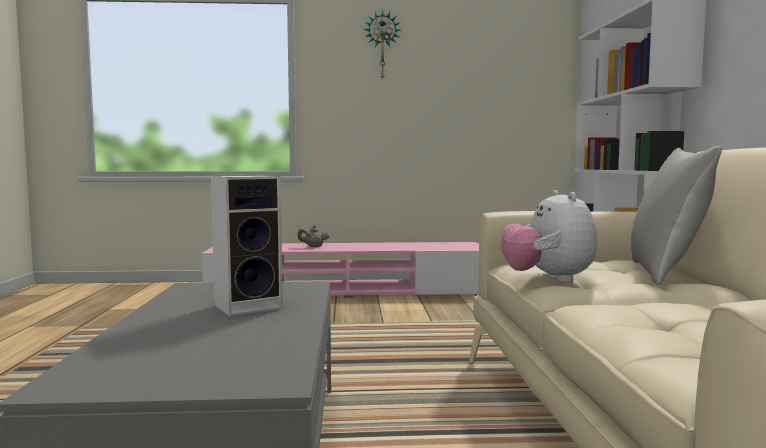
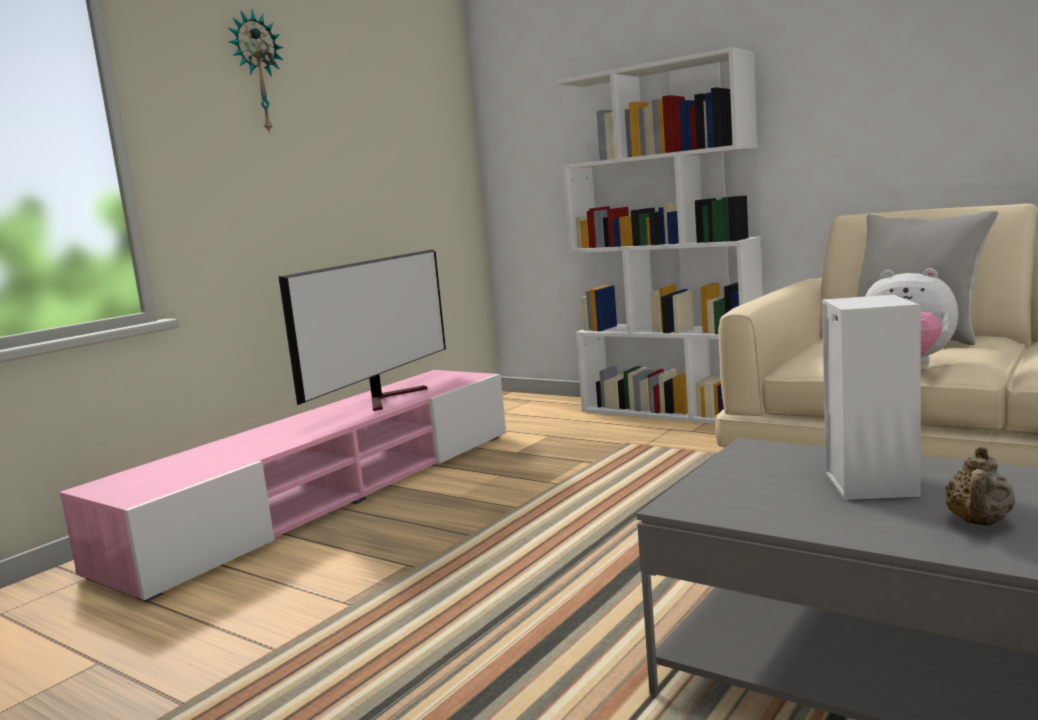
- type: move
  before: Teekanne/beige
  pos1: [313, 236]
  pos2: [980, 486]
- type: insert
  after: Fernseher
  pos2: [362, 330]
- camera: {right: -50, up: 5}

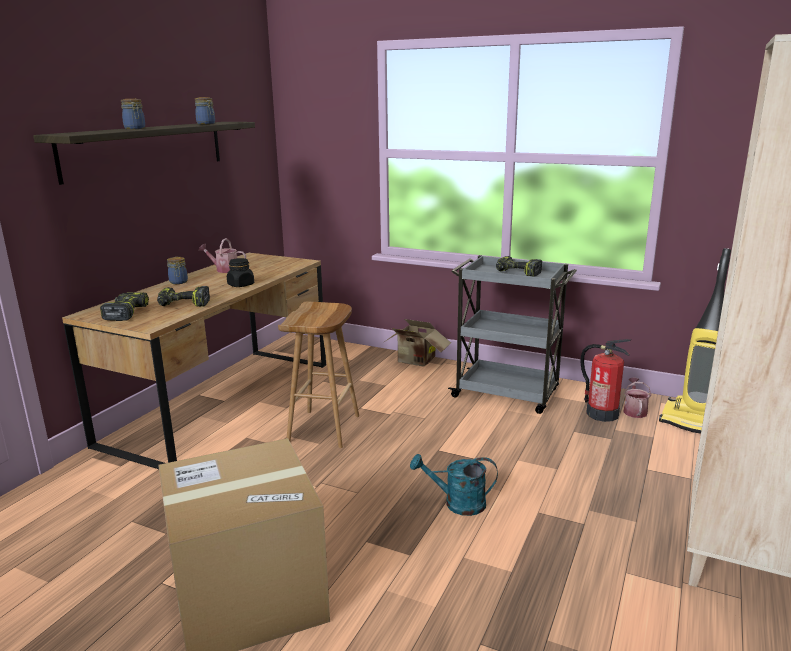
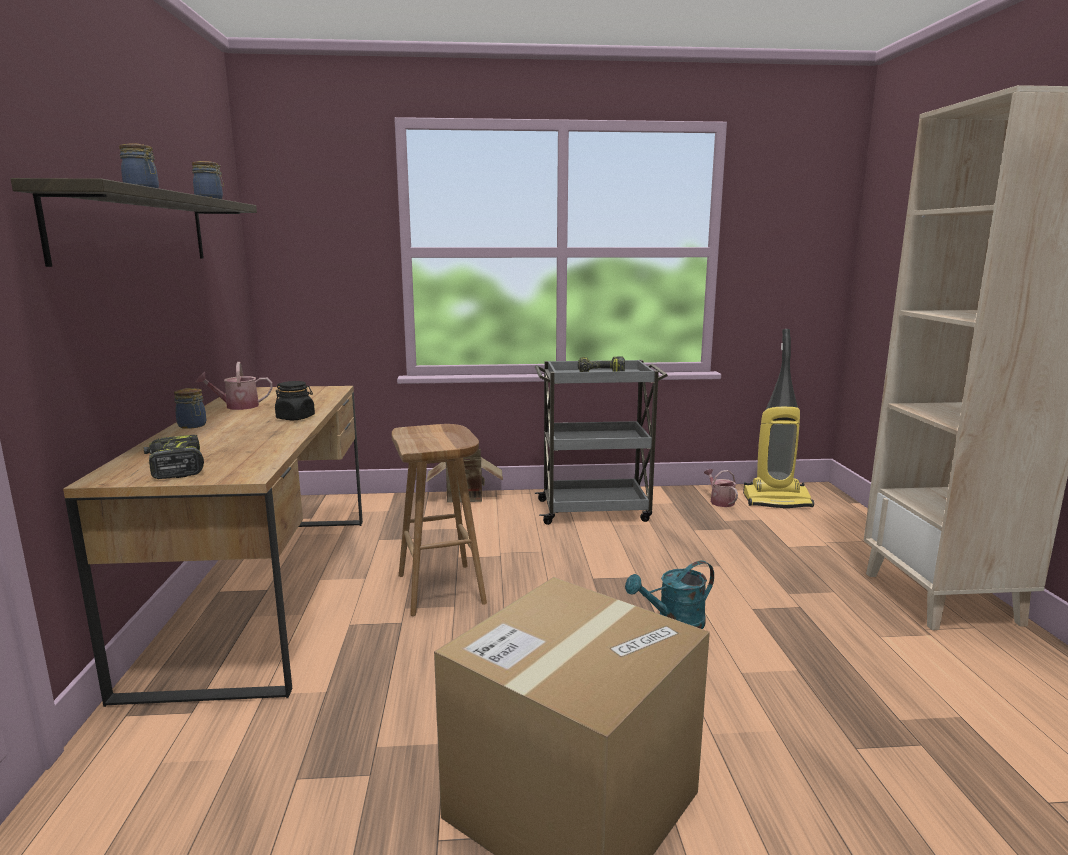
- type: delete
  before: Bohrmaschine
  pos1: [183, 296]
- type: delete
  before: Feuerlöscher
  pos1: [606, 380]
- camera: {right: -30, up: -5}

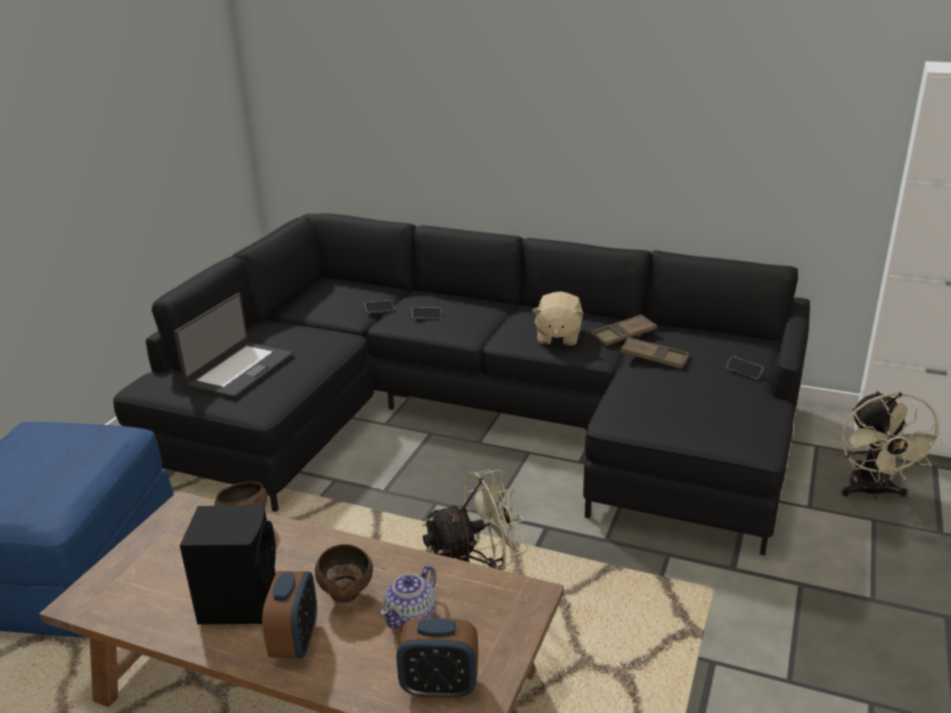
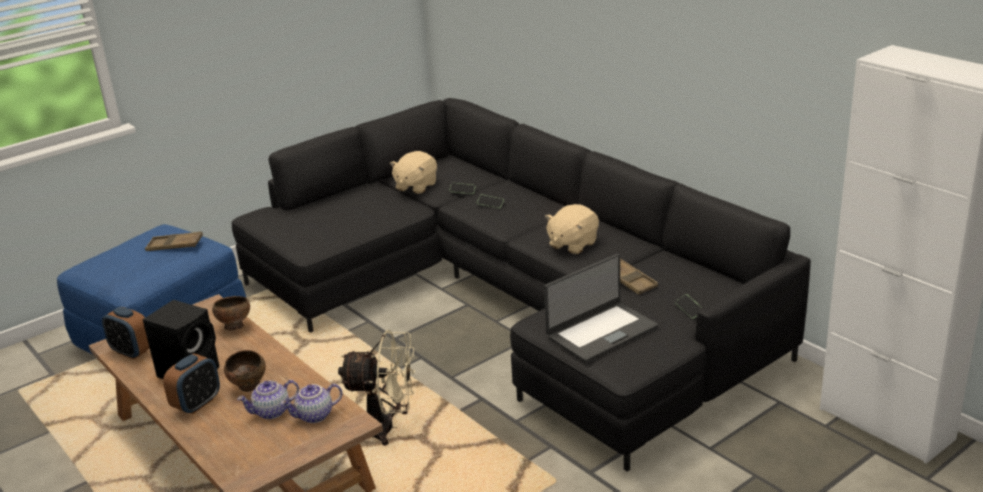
- type: move
  before: Laptop
  pos1: [233, 345]
  pos2: [601, 308]
- type: move
  before: Tablett/braun
  pos1: [624, 330]
  pos2: [174, 241]
- type: delete
  before: Ventilator/beige
  pos1: [893, 445]
- type: move
  before: Wecker
  pos1: [437, 658]
  pos2: [126, 333]
- type: insert
  after: Plüschtier/beige
  pos2: [413, 172]
- type: insert
  after: Teekanne
  pos2: [311, 403]
- camera: {right: 30, up: 0}

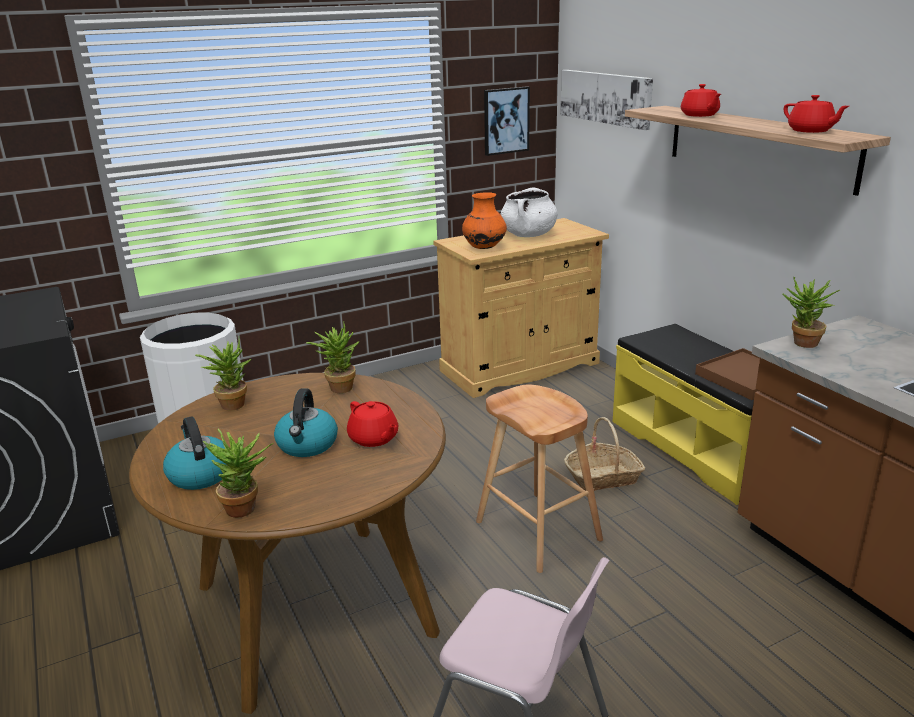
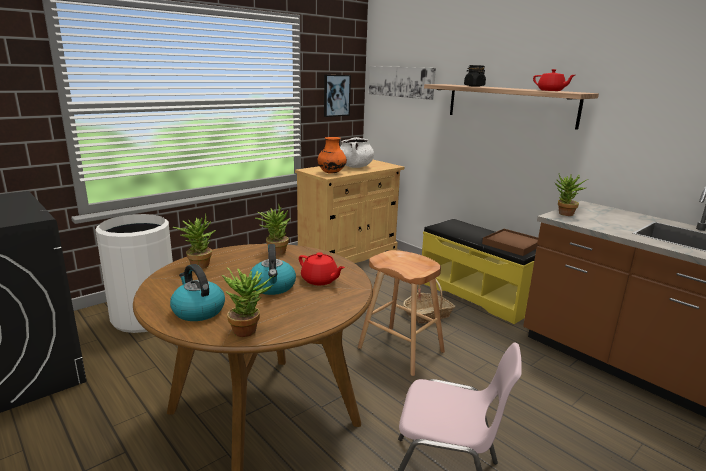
- type: replace
  before: Teekanne/rot
  after: Vorratsglas/schwarz
  pos1: [701, 100]
  pos2: [475, 76]
- camera: {right: -15, up: -5}

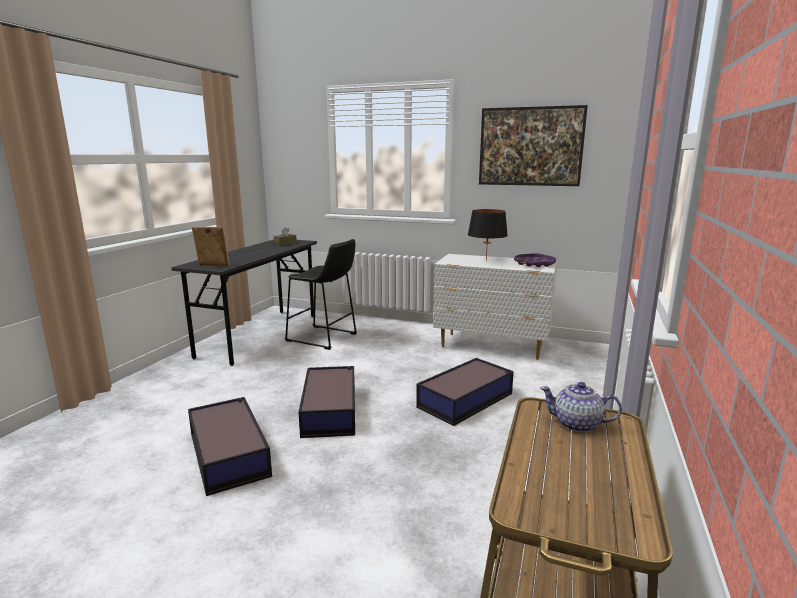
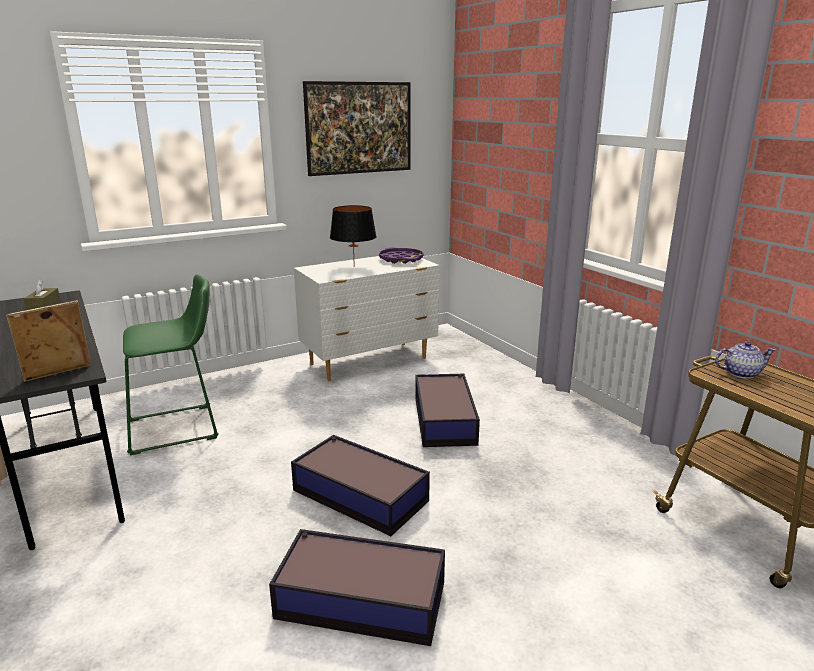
- type: recolor
  before: Hocker/schwarz
  after: Hocker/grün
  pos1: [321, 294]
  pos2: [171, 364]
- type: rotate
  before: Teekanne
  pos1: [581, 407]
  pos2: [745, 360]
  turn: -150
- camera: {right: -50, up: 5}

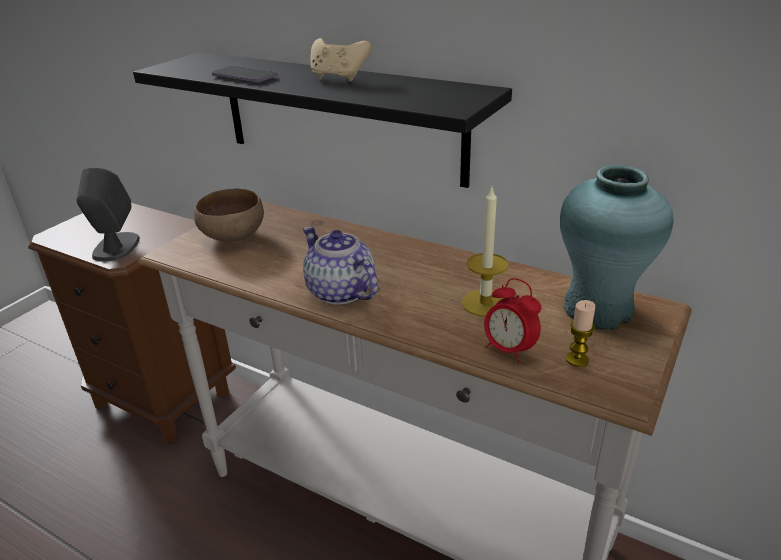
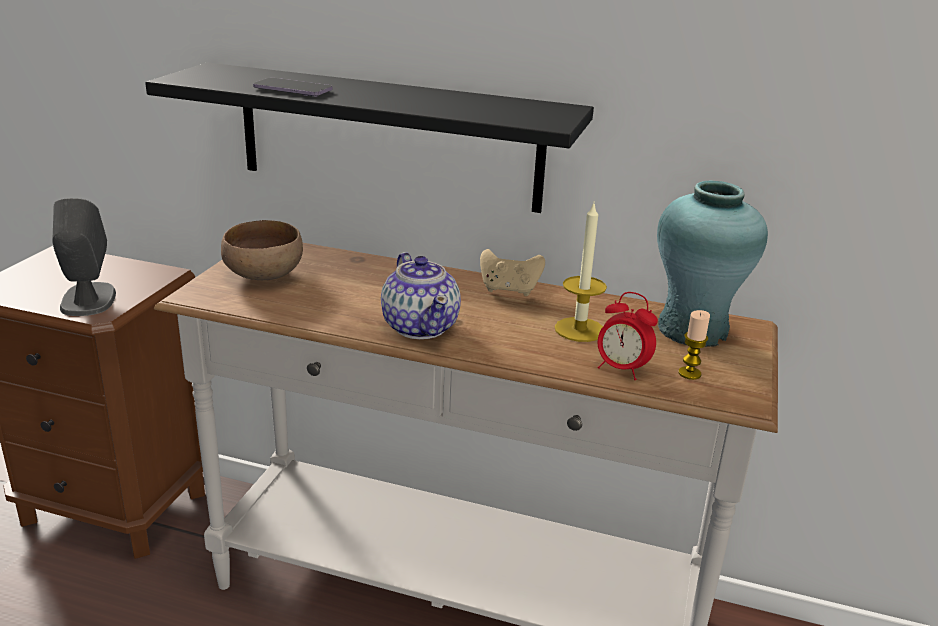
- type: move
  before: Gamepad/beige
  pos1: [341, 60]
  pos2: [512, 272]
- type: rotate
  before: Teekanne
  pos1: [340, 265]
  pos2: [421, 295]
  turn: -150
- camera: {right: -15, up: -5}

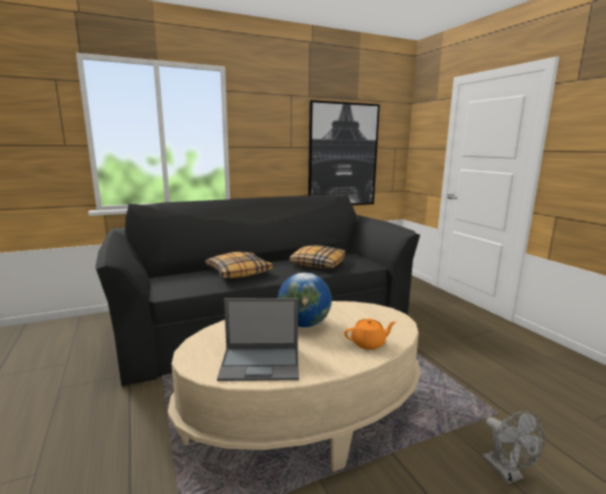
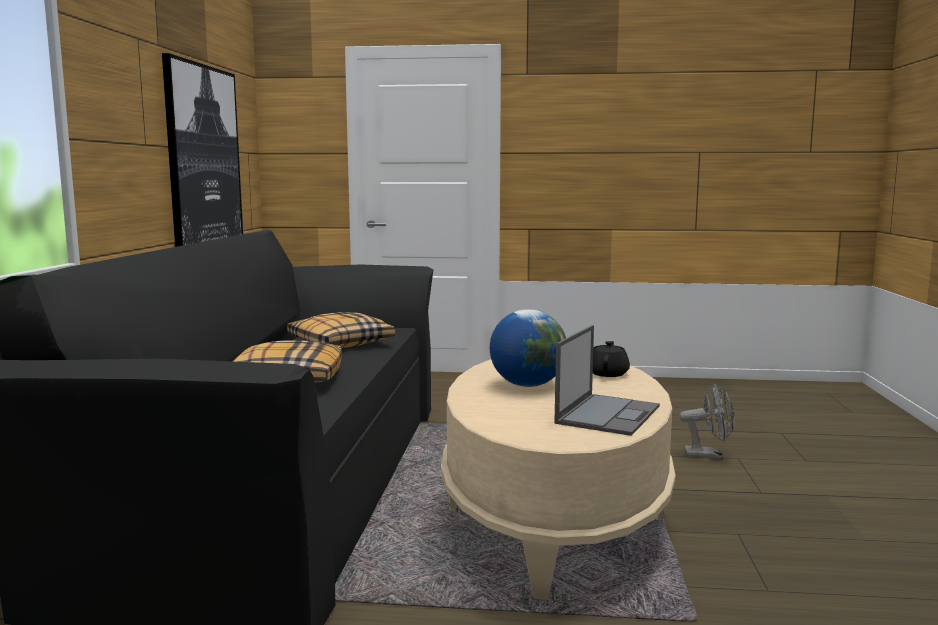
- type: recolor
  before: Teekanne/orange
  after: Teekanne/schwarz
  pos1: [370, 334]
  pos2: [611, 359]
- camera: {right: -60, up: -5}

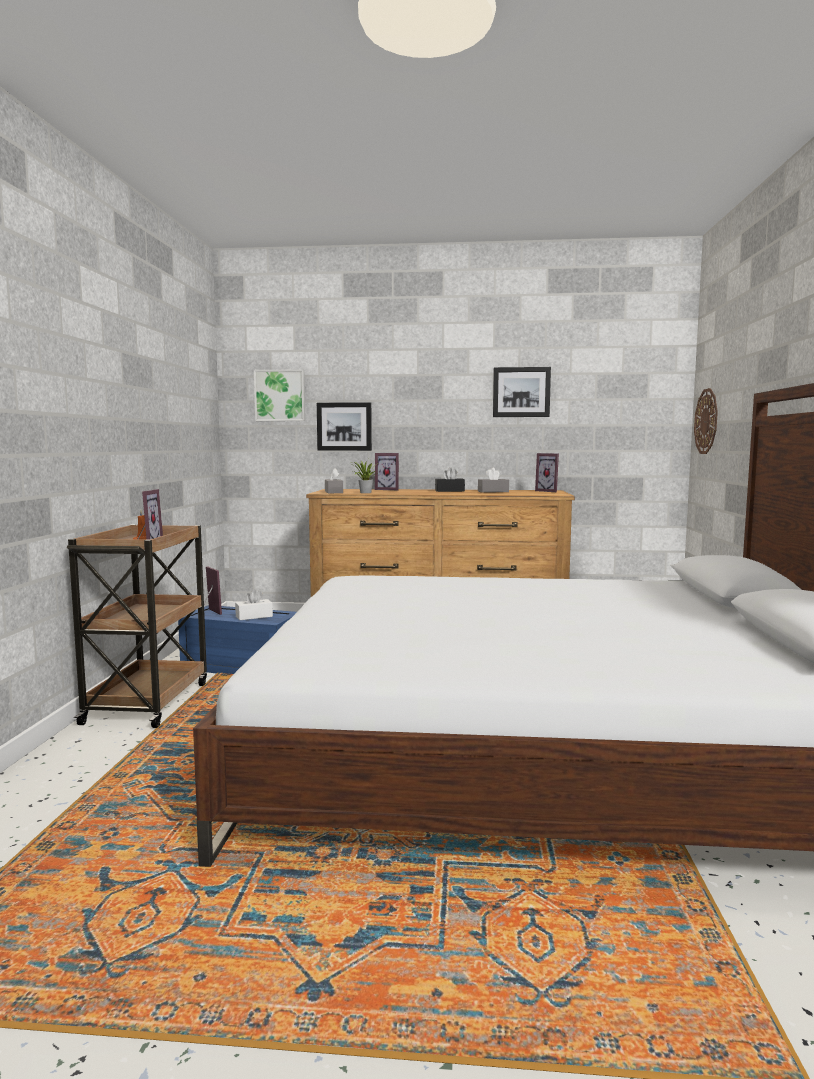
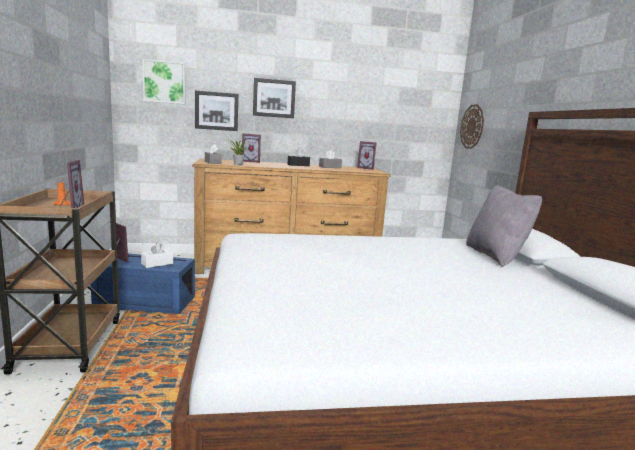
- type: move
  before: Bild
  pos1: [522, 392]
  pos2: [274, 98]
- type: insert
  after: Kissen/grau
  pos2: [504, 226]
- camera: {right: -15, up: 5}

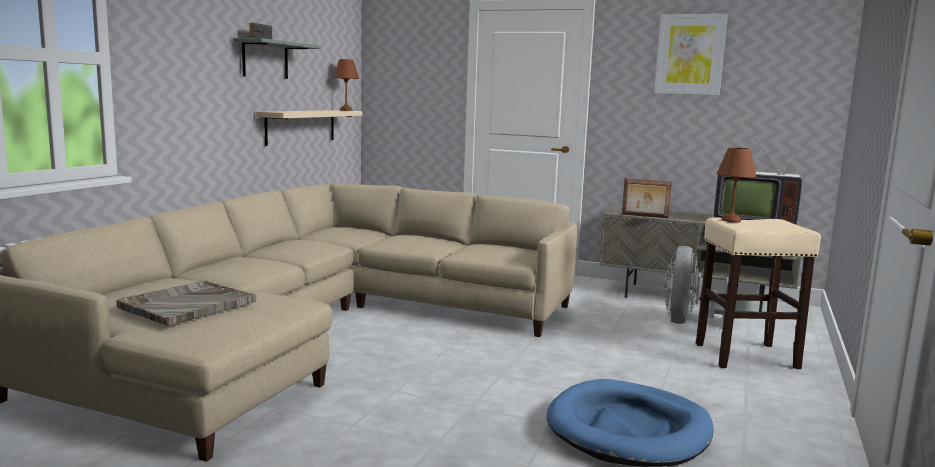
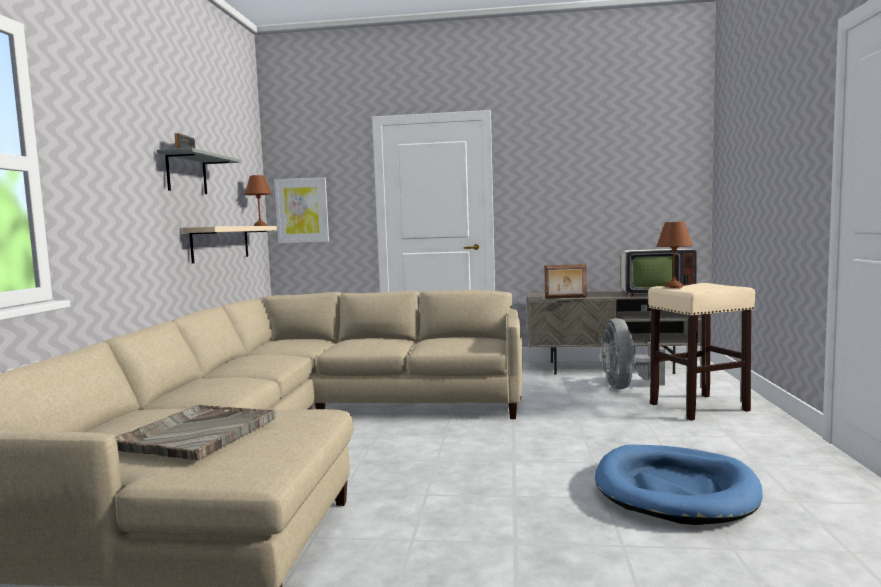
- type: move
  before: Bild
  pos1: [691, 54]
  pos2: [301, 210]
- camera: {right: -15, up: -5}

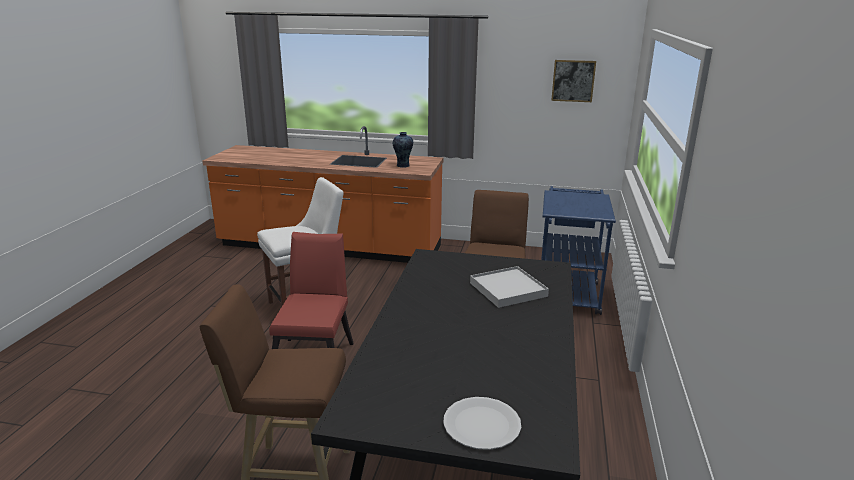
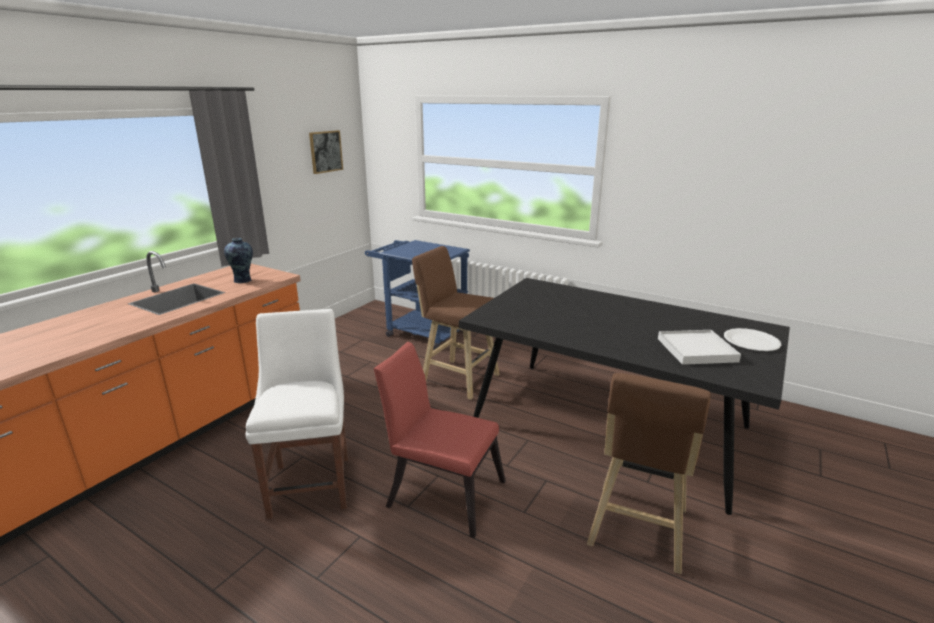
- type: move
  before: Tablett/weiß
  pos1: [509, 287]
  pos2: [699, 347]
- camera: {right: -70, up: 0}

